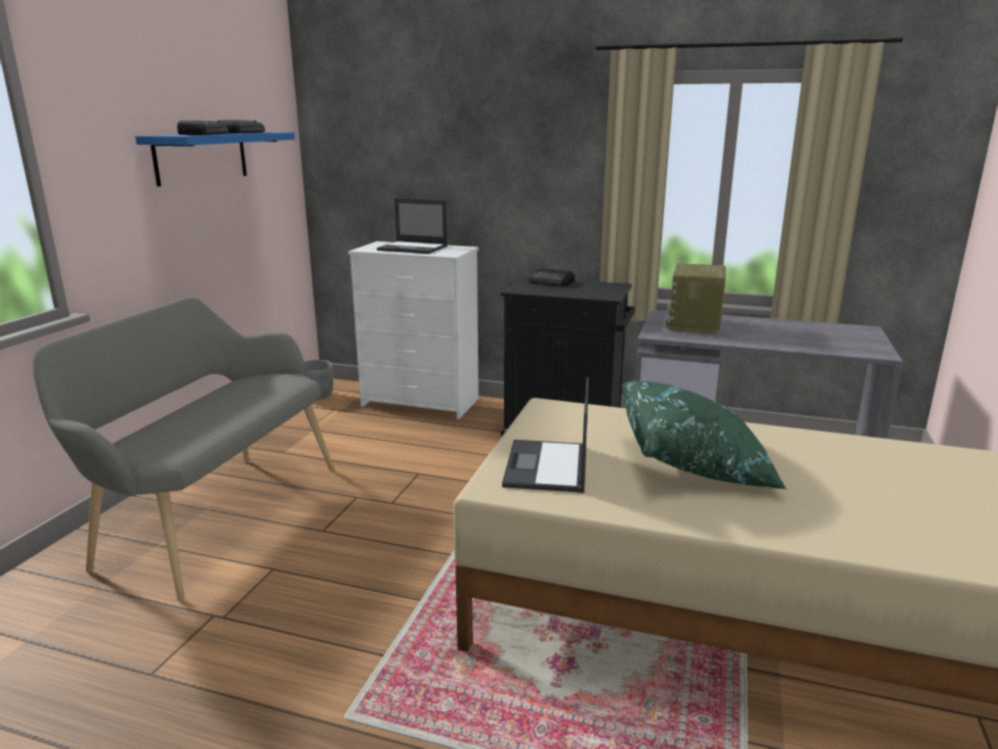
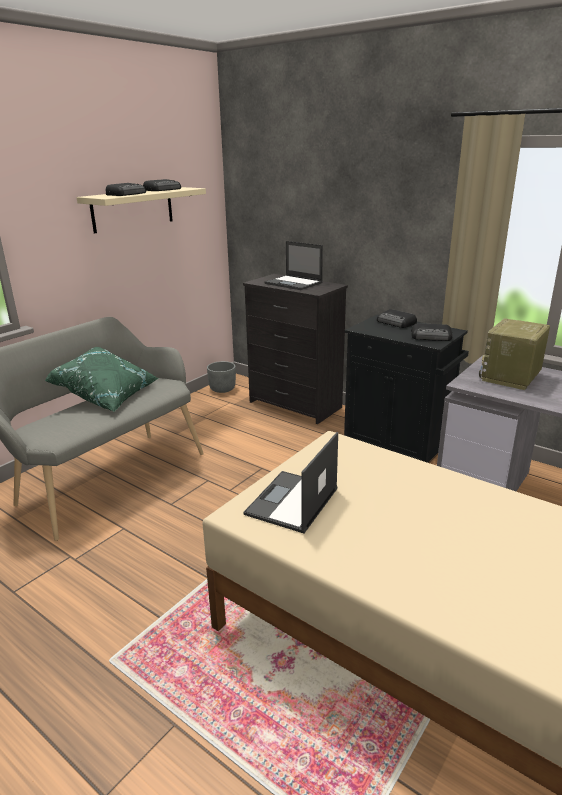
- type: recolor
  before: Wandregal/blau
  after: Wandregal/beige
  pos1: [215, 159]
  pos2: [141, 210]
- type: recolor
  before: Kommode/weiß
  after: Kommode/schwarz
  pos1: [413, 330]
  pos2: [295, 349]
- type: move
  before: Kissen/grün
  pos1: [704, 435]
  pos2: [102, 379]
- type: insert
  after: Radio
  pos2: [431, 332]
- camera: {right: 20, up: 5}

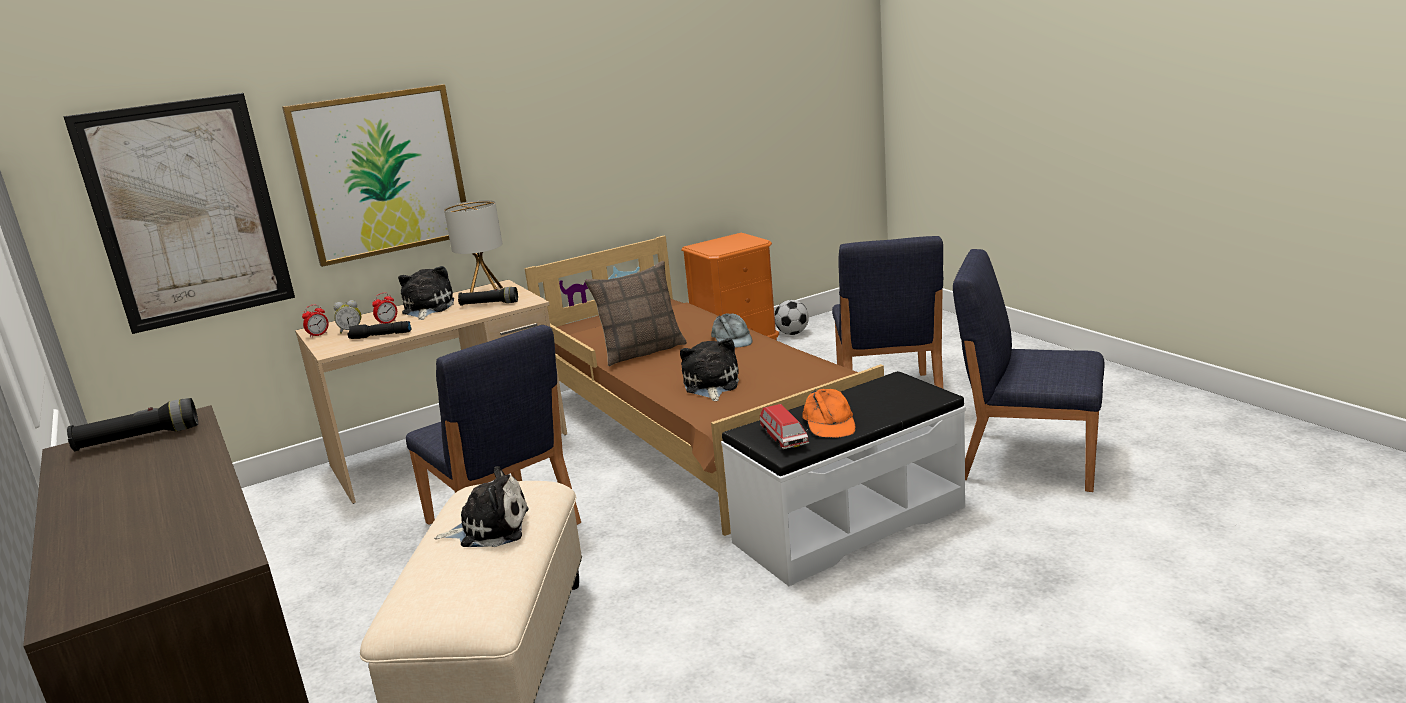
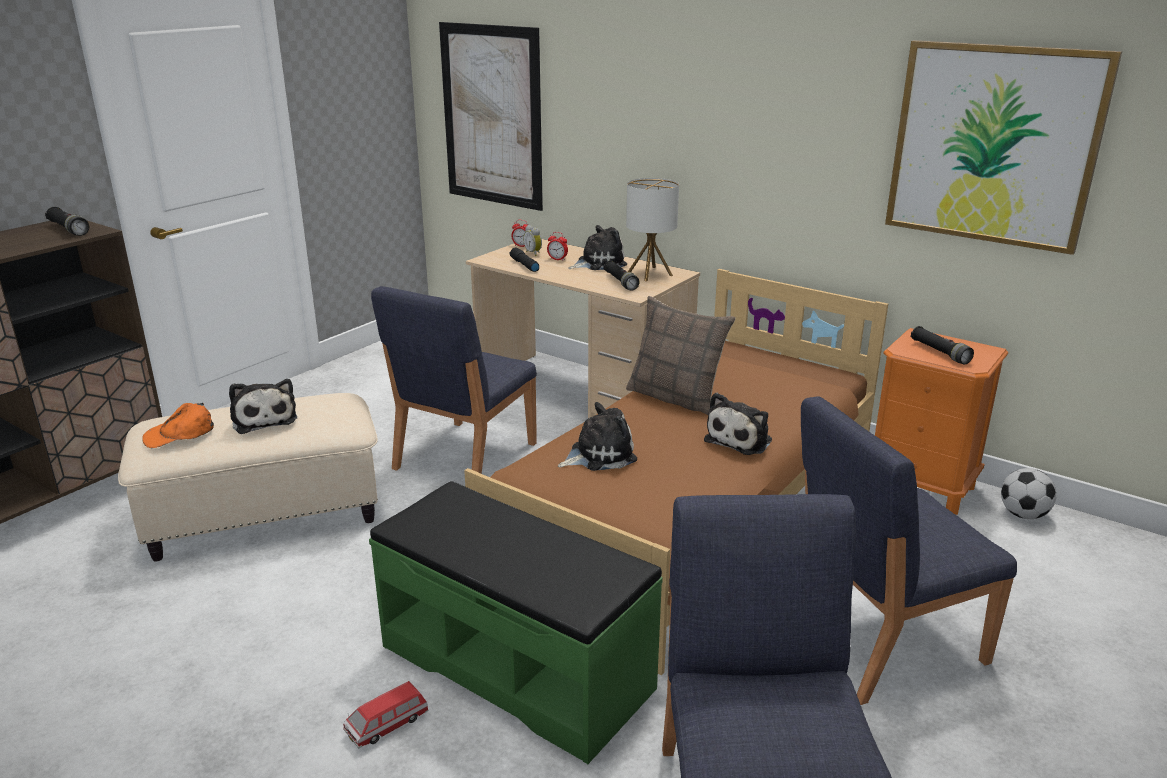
- type: move
  before: Bild
  pos1: [374, 175]
  pos2: [1003, 147]
- type: replace
  before: Kappe/grau
  after: Plüschtier
  pos1: [731, 330]
  pos2: [738, 424]
- type: recolor
  before: Bank/weiß
  after: Bank/grün
  pos1: [843, 478]
  pos2: [516, 622]
- type: move
  before: Kappe/orange
  pos1: [829, 413]
  pos2: [178, 425]
- type: move
  before: Spielzeugauto
  pos1: [784, 426]
  pos2: [386, 714]
- type: insert
  after: Taschenlampe/schwarz
  pos2: [942, 345]
- camera: {right: 65, up: 5}

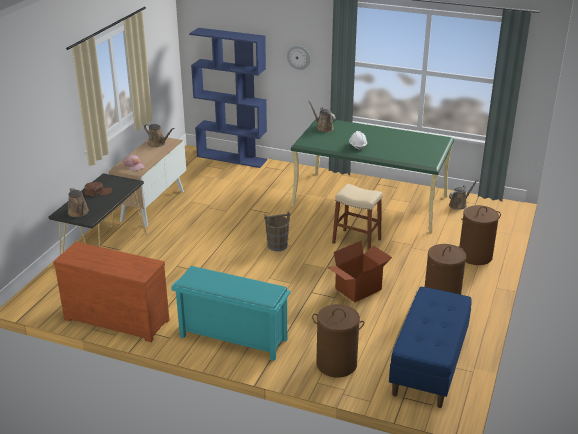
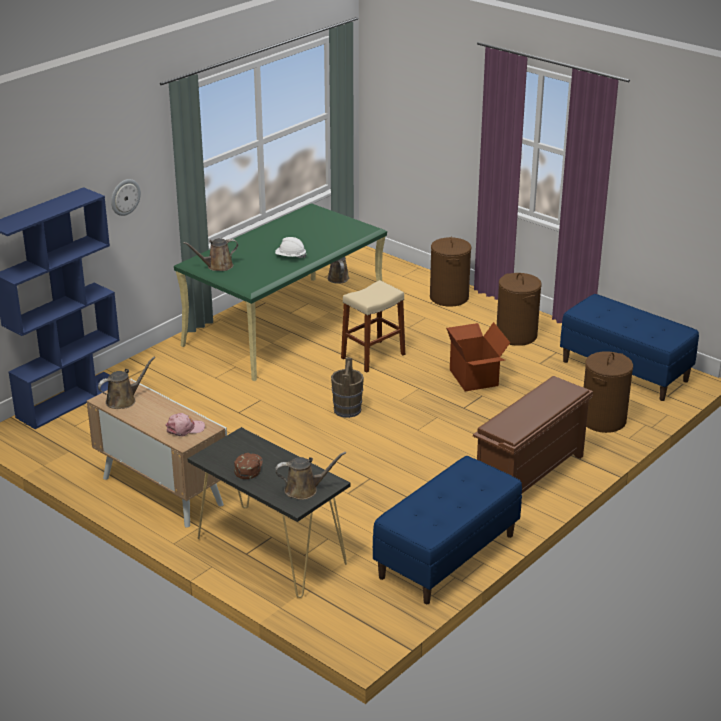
- type: replace
  before: Kommode/braun
  after: Bank/blau
  pos1: [111, 292]
  pos2: [447, 530]
- type: recolor
  before: Schuhregal/türkis
  after: Schuhregal/braun
  pos1: [231, 313]
  pos2: [533, 434]
- camera: {right: -70, up: 0}

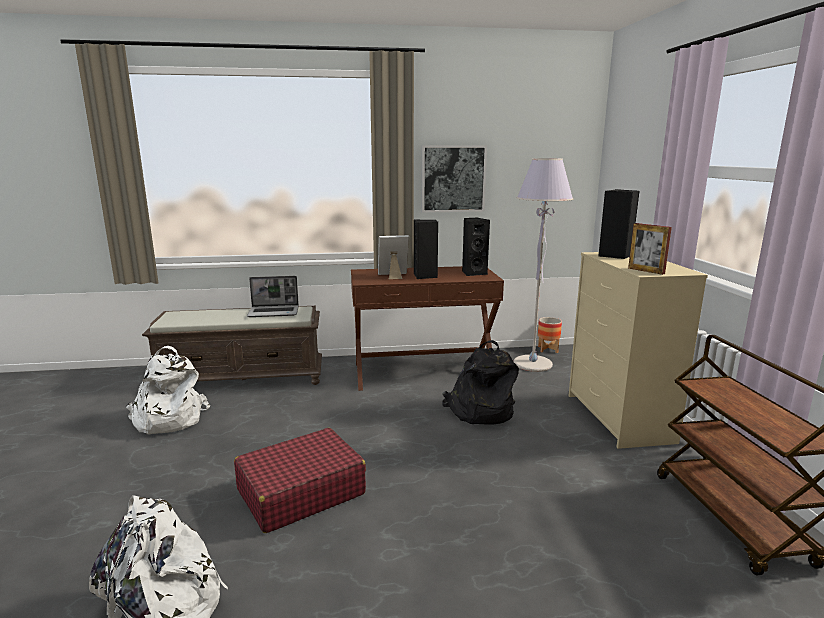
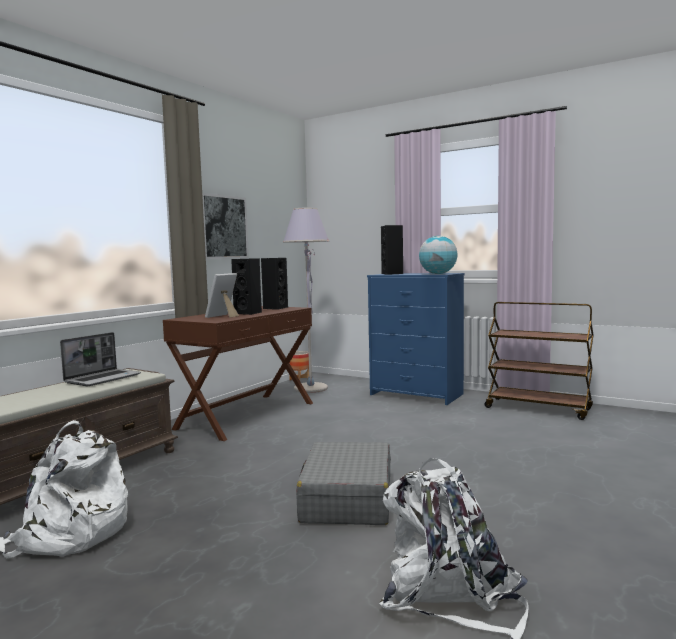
- type: replace
  before: Bilderrahmen
  after: Globus
  pos1: [650, 249]
  pos2: [438, 255]
- type: recolor
  before: Kommode/beige
  after: Kommode/blau
  pos1: [638, 350]
  pos2: [416, 339]
- type: delete
  before: Rucksack/schwarz
  pos1: [480, 382]
- type: recolor
  before: Koffer/rot
  after: Koffer/grau
  pos1: [300, 480]
  pos2: [343, 483]
- camera: {right: -50, up: -10}

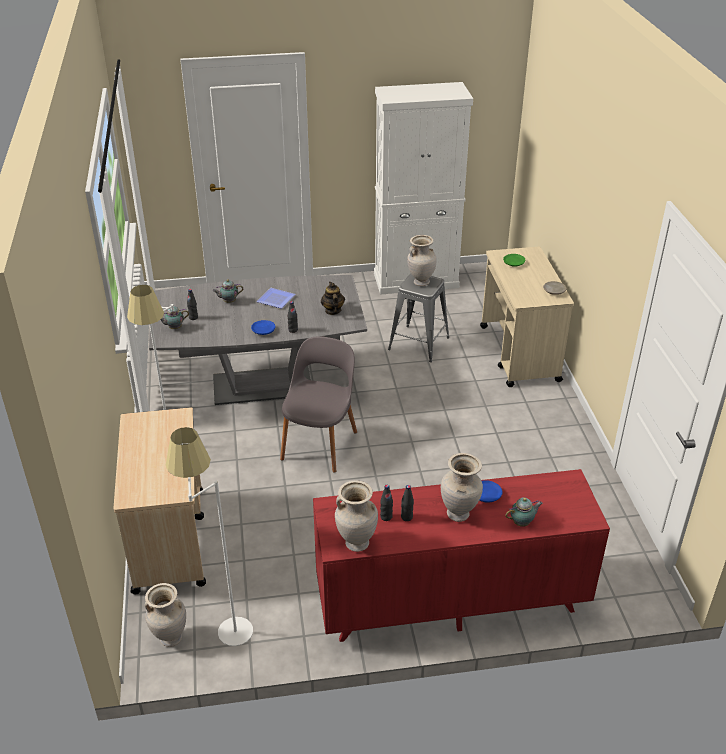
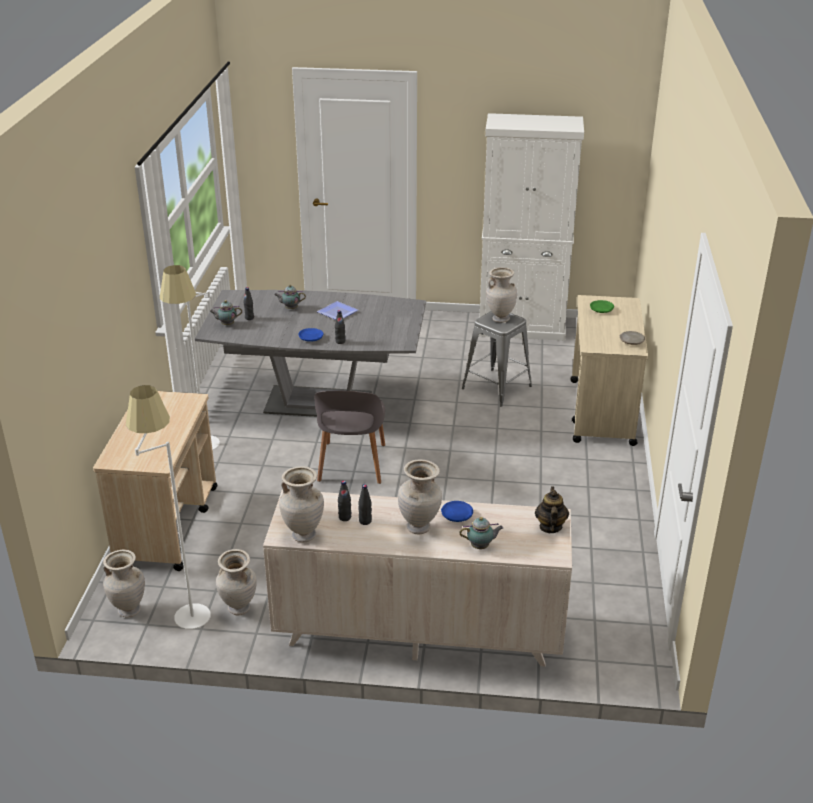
- type: move
  before: Teekanne
  pos1: [333, 298]
  pos2: [552, 509]
- type: rotate
  before: Stuhl/grau
  pos1: [318, 404]
  pos2: [349, 437]
  turn: 150
- type: recolor
  before: Kommode/rot
  after: Kommode/beige
  pos1: [461, 555]
  pos2: [417, 578]
- type: insert
  after: Vase/beige
  pos2: [236, 582]
- camera: {right: 15, up: -5}

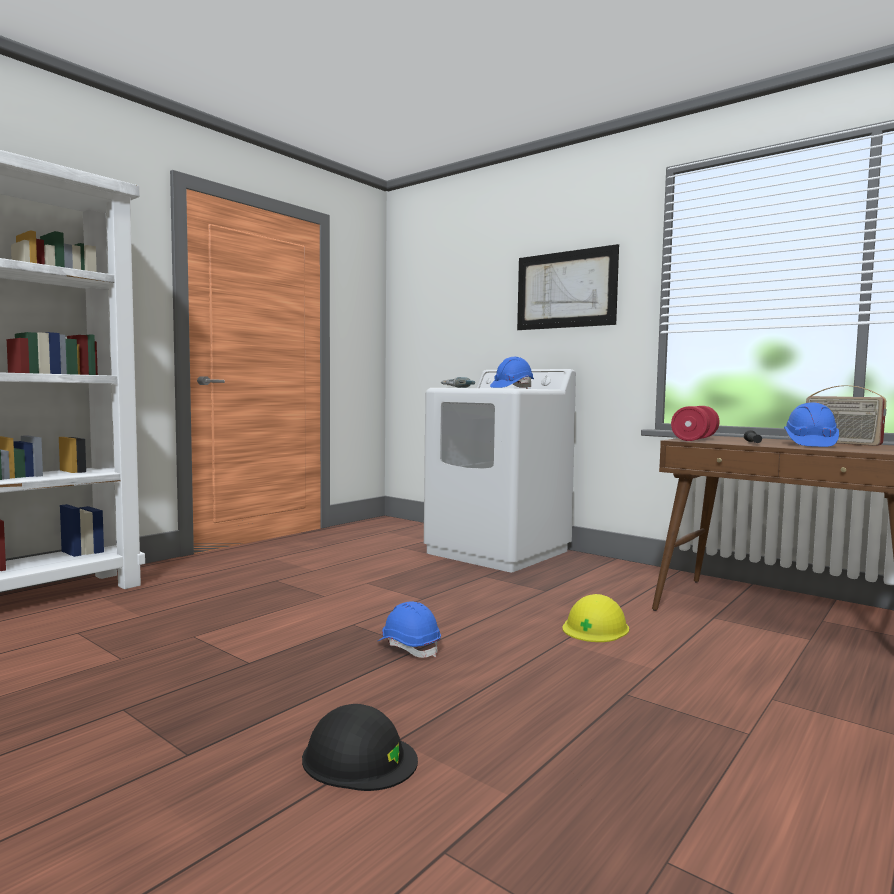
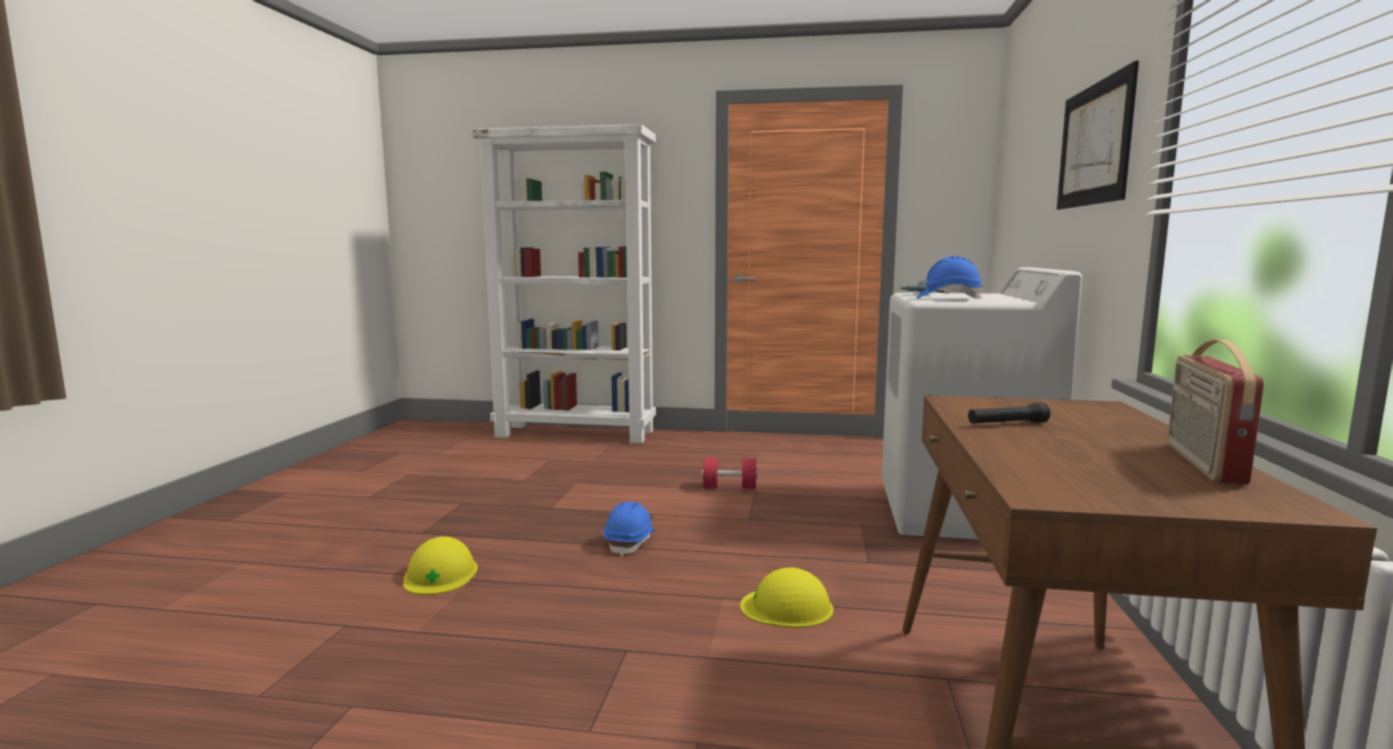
- type: delete
  before: Schutzhelm/blau
  pos1: [811, 425]
- type: move
  before: Hantel/rot
  pos1: [695, 423]
  pos2: [730, 473]
- type: recolor
  before: Schutzhelm/schwarz
  after: Schutzhelm/gelb
  pos1: [360, 747]
  pos2: [440, 565]
- camera: {right: 60, up: 5}

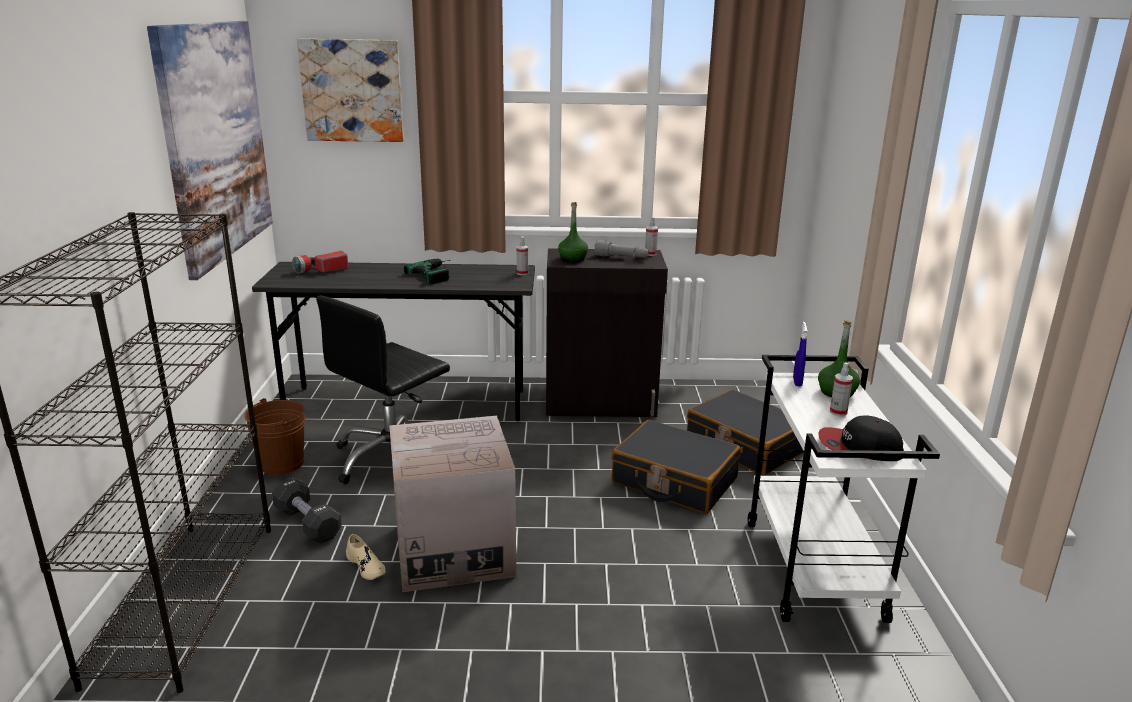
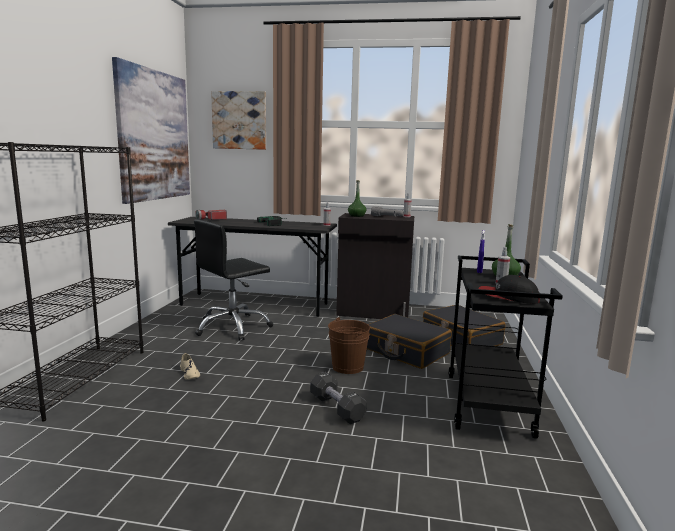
- type: recolor
  before: Rollwagen/weiß
  after: Rollwagen/schwarz
  pos1: [844, 489]
  pos2: [506, 347]
- type: move
  before: Eimer/braun
  pos1: [274, 436]
  pos2: [349, 345]
- type: delete
  before: Karton
  pos1: [452, 504]
- type: move
  before: Hantel/schwarz
  pos1: [307, 510]
  pos2: [338, 398]
- camera: {right: 10, up: -10}

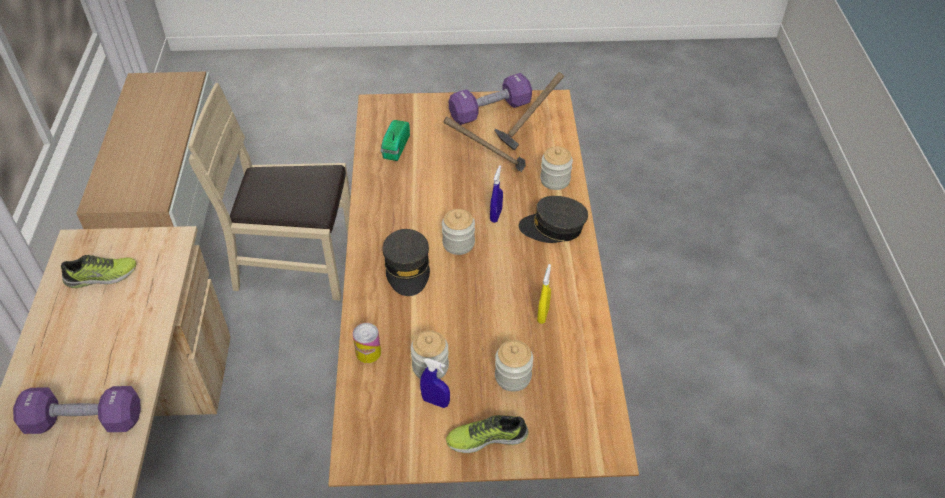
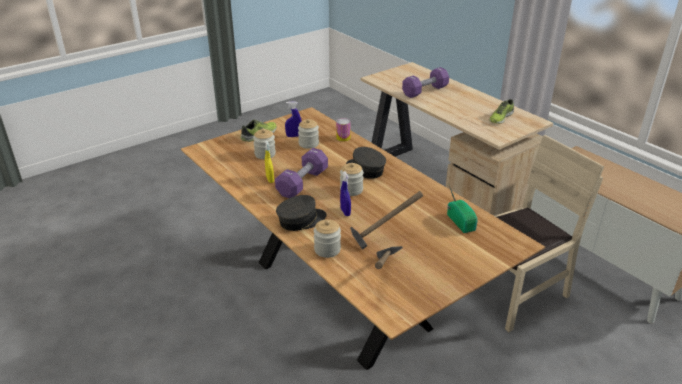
- type: move
  before: Hantel/lila
  pos1: [490, 99]
  pos2: [301, 173]
- camera: {right: 145, up: -15}

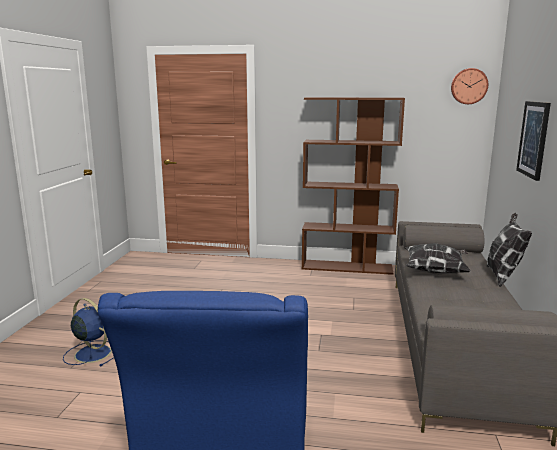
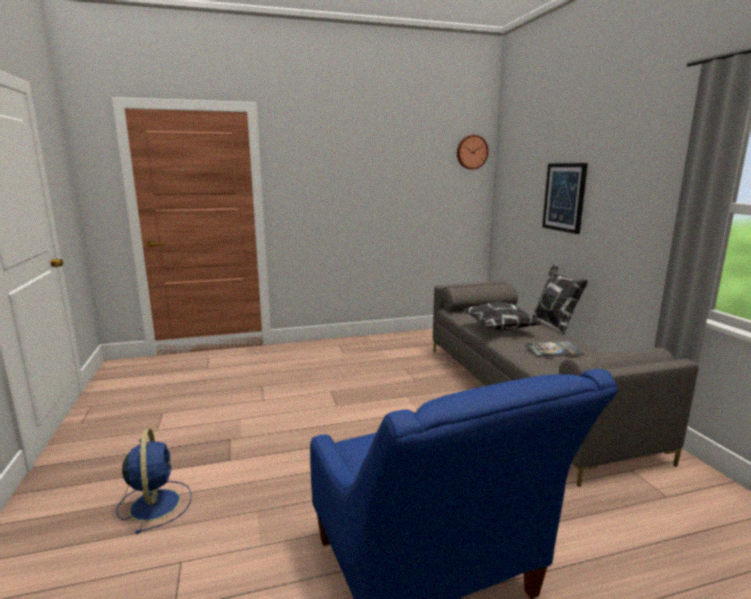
- type: delete
  before: Bücherregal/braun
  pos1: [353, 186]
- type: rotate
  before: Ventilator/blau
  pos1: [88, 332]
  pos2: [154, 481]
  turn: 60
- type: insert
  after: Buch
  pos2: [554, 349]
- camera: {right: -25, up: 0}

